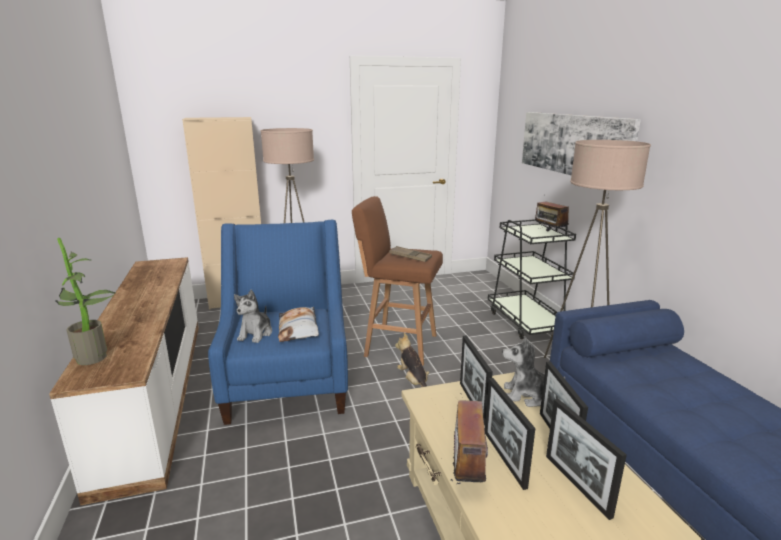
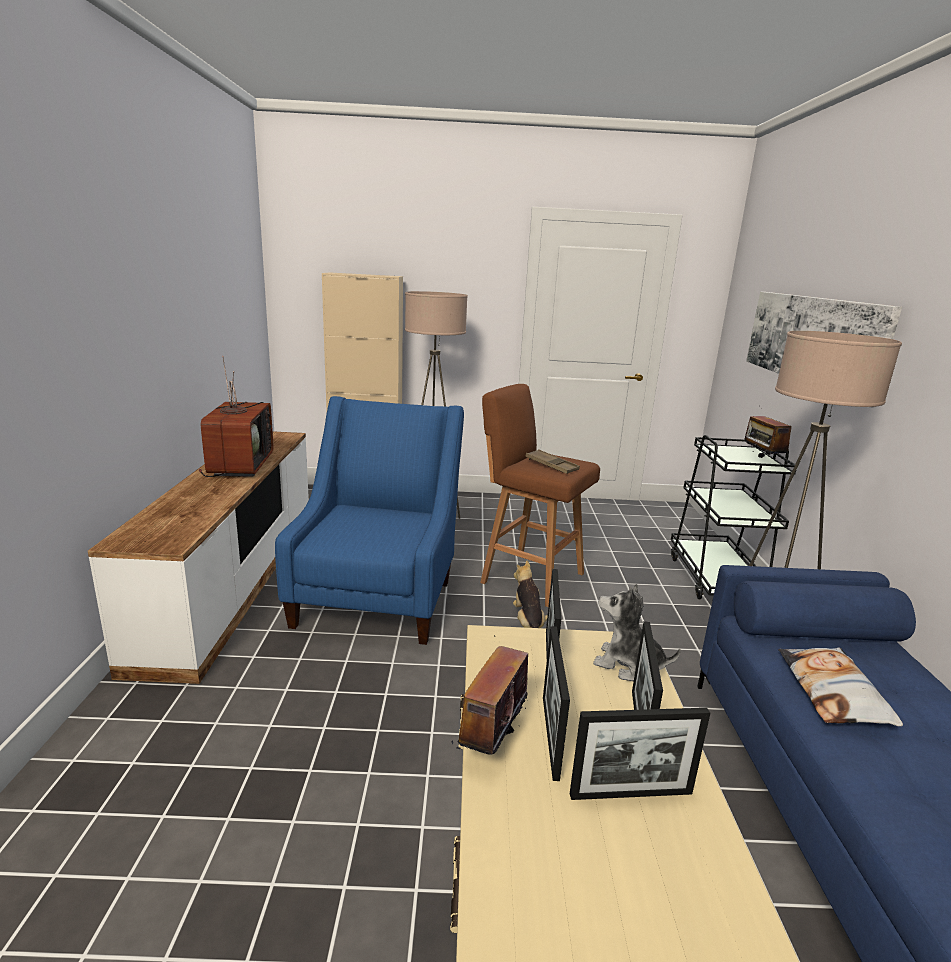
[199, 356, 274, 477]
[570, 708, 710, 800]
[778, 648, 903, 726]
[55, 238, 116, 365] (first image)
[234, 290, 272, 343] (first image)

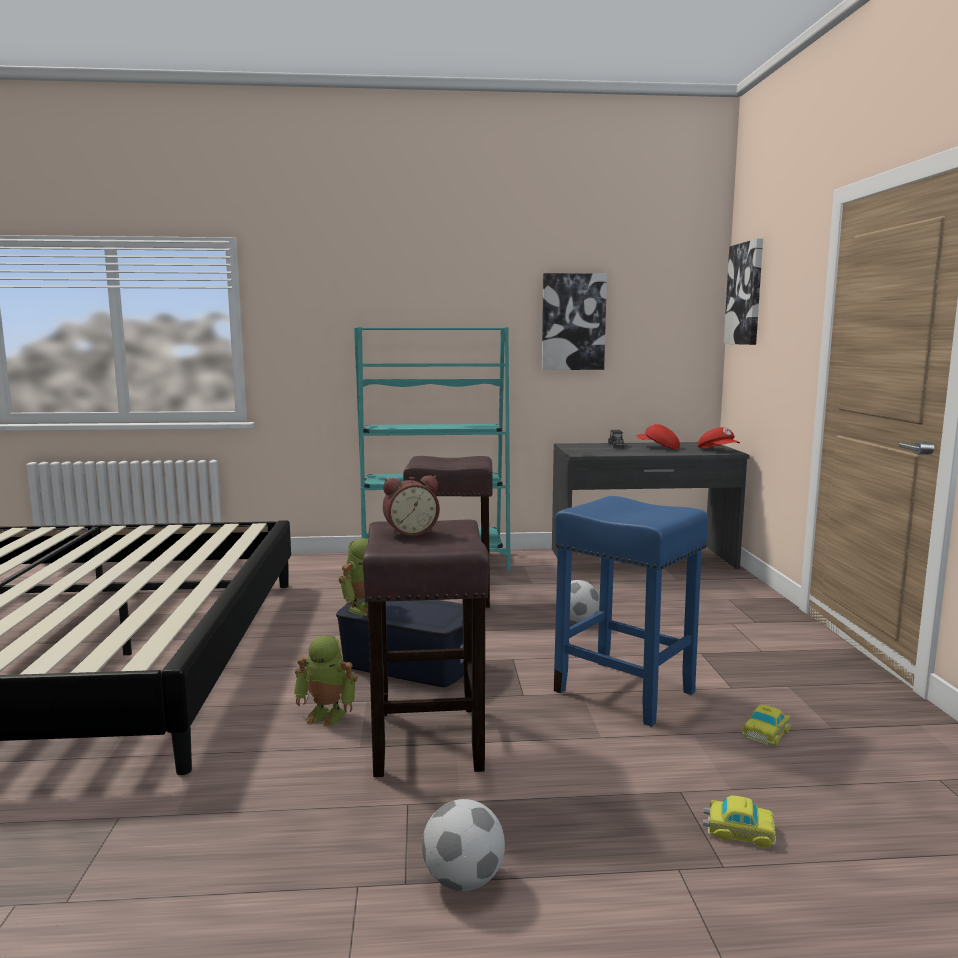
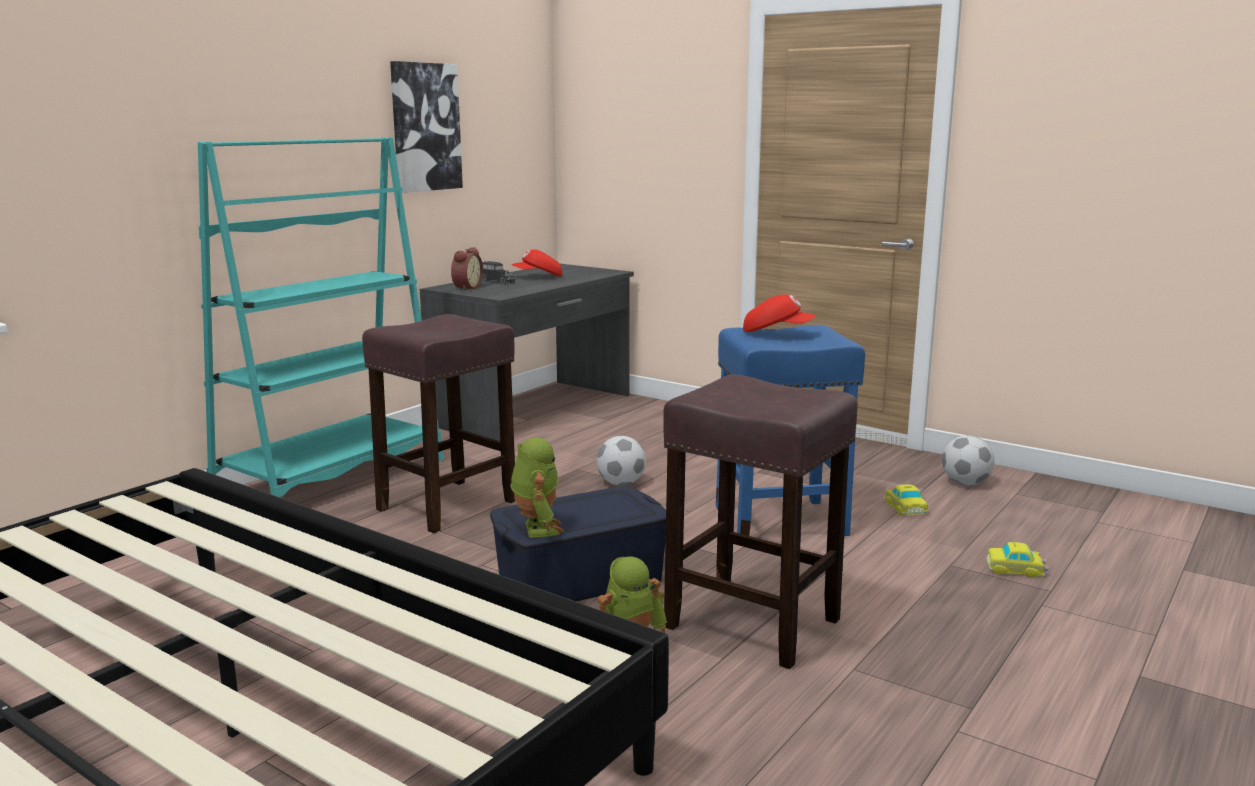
[451, 247, 483, 291]
[743, 294, 816, 332]
[942, 435, 995, 485]
[986, 542, 1049, 577]
[724, 239, 763, 345] (first image)

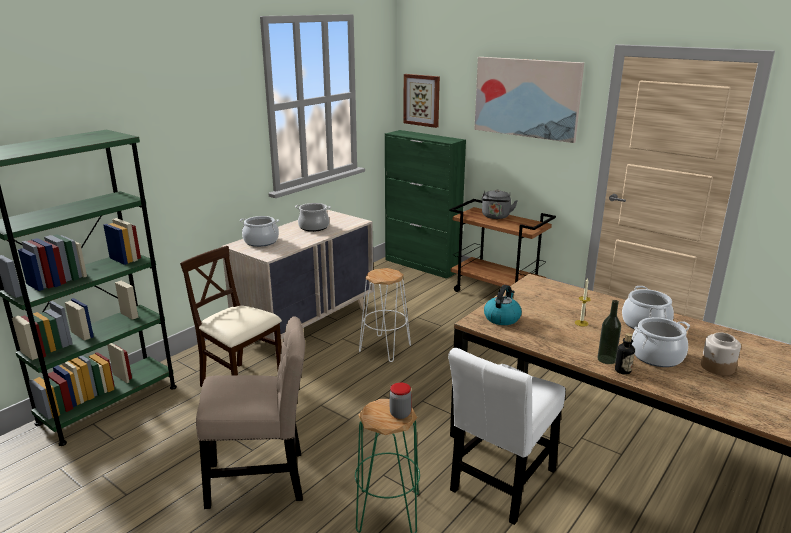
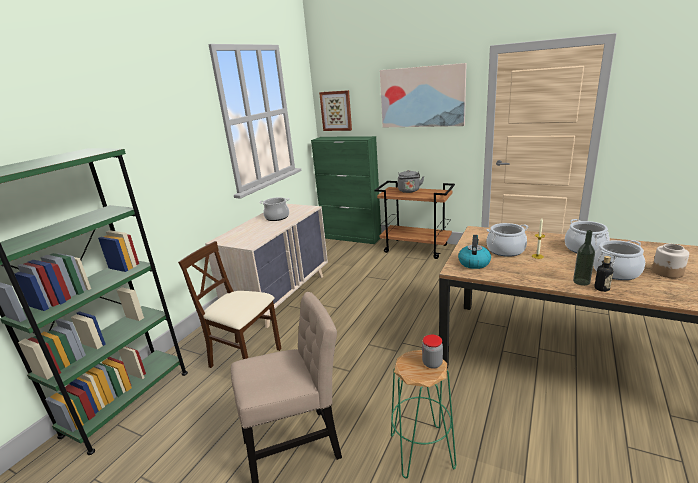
[486, 223, 529, 257]
[359, 268, 411, 362] (first image)
[448, 348, 565, 525] (first image)

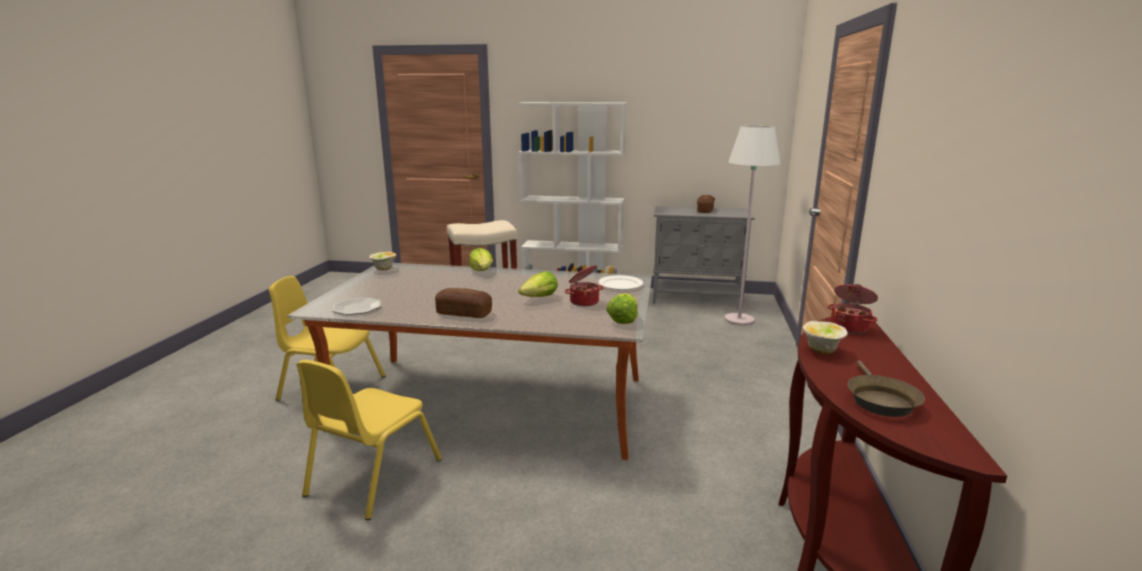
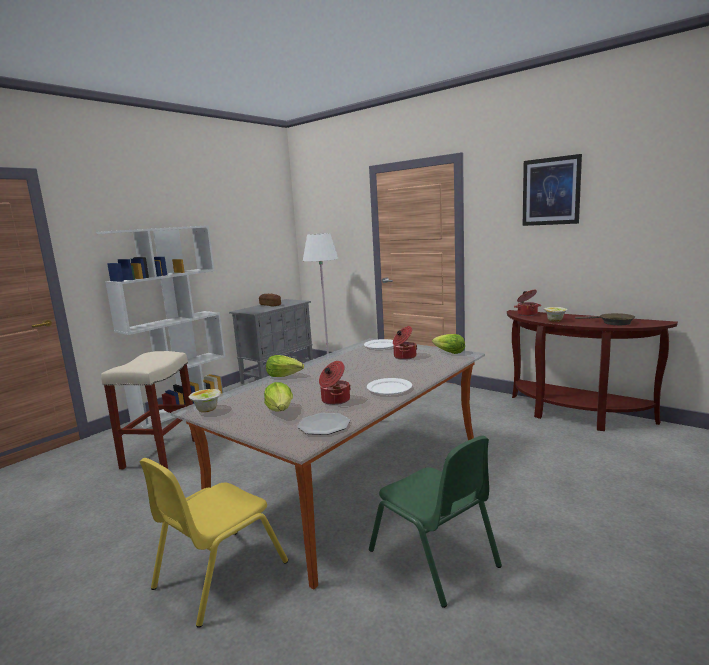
[264, 382, 293, 412]
[319, 361, 351, 405]
[367, 378, 412, 395]
[369, 436, 502, 608]
[523, 154, 582, 226]

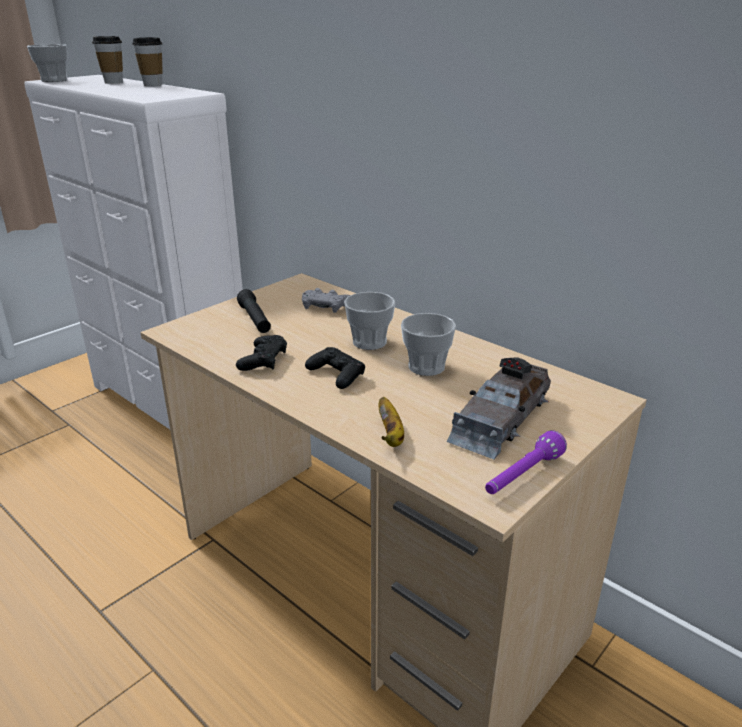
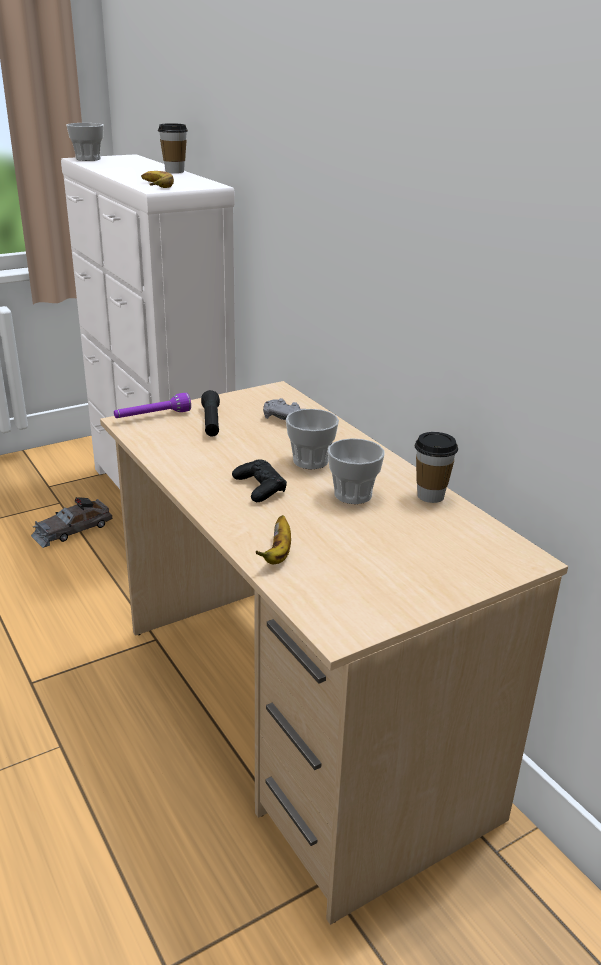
[31, 497, 112, 548]
[114, 393, 191, 418]
[141, 171, 174, 188]
[415, 432, 458, 503]
[236, 335, 287, 371] (first image)

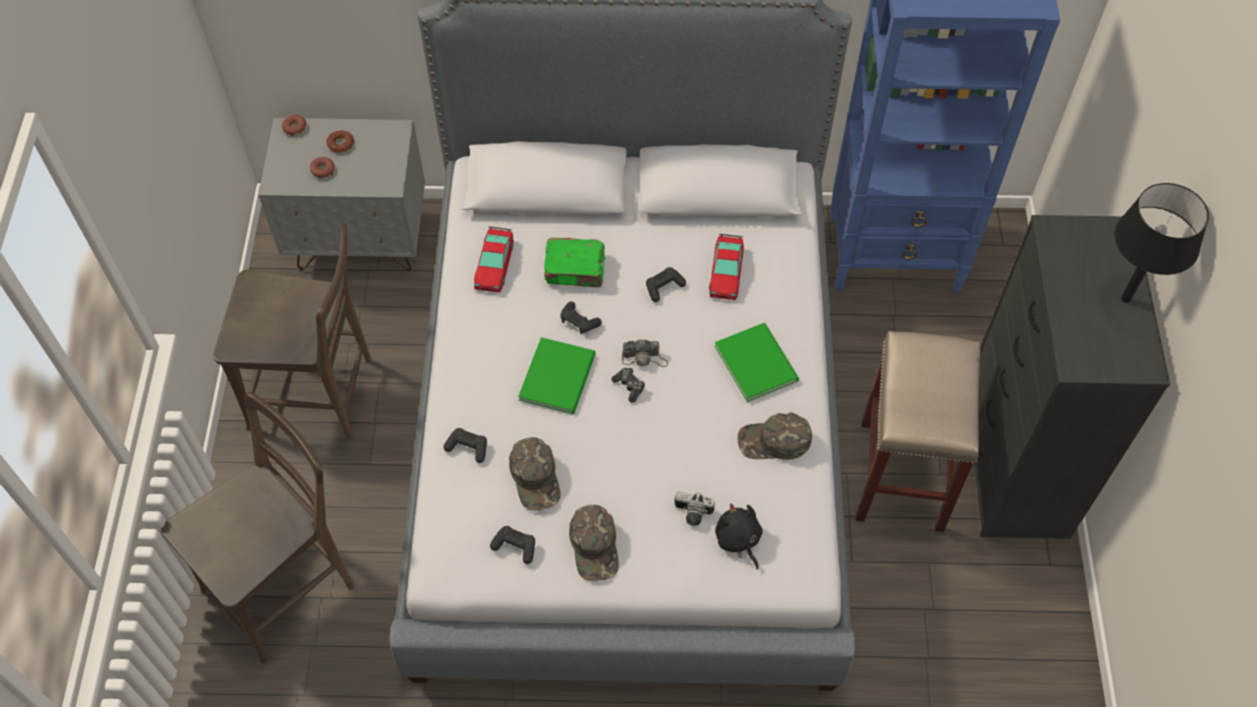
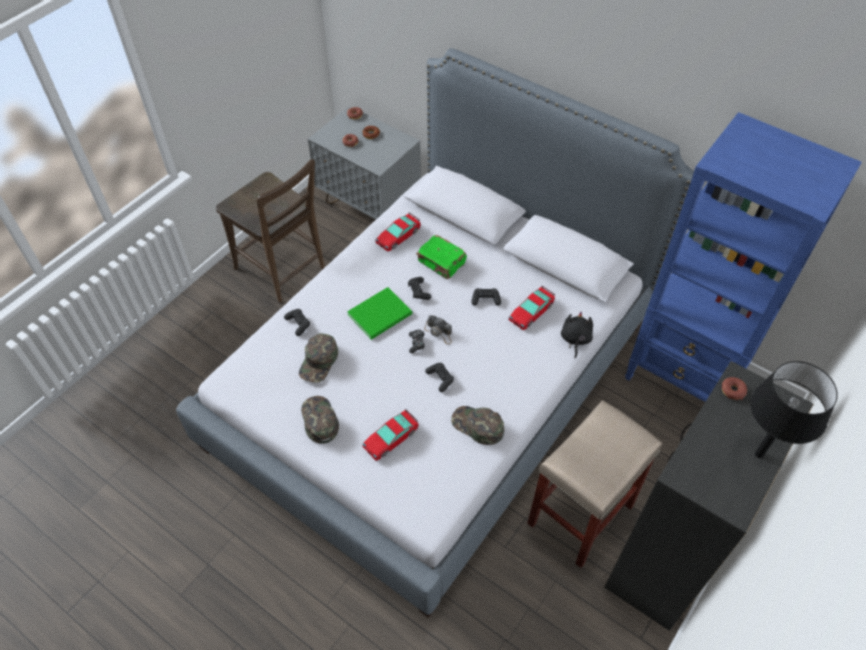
[301, 396, 339, 444]
[362, 409, 419, 461]
[425, 363, 454, 392]
[561, 312, 593, 358]
[722, 377, 747, 400]
[161, 392, 355, 664] (first image)
[714, 323, 799, 402] (first image)

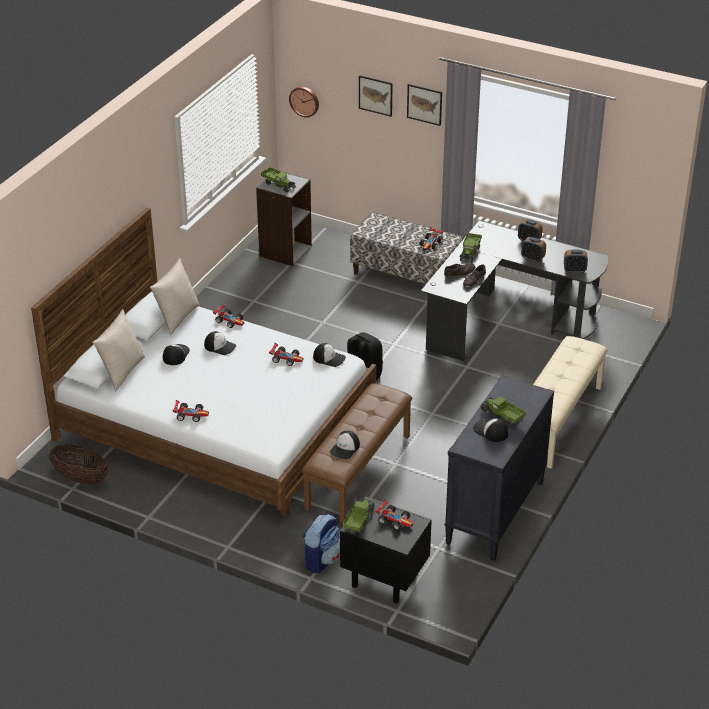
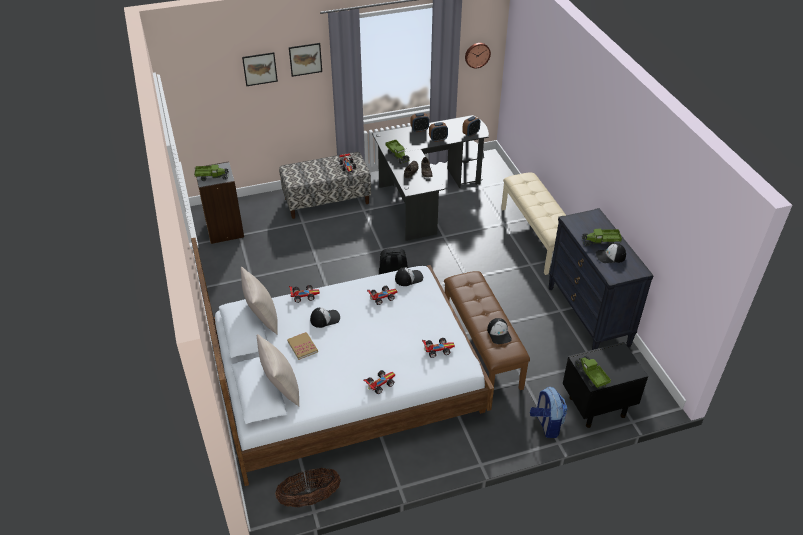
[287, 332, 318, 360]
[422, 338, 455, 358]
[465, 43, 491, 68]

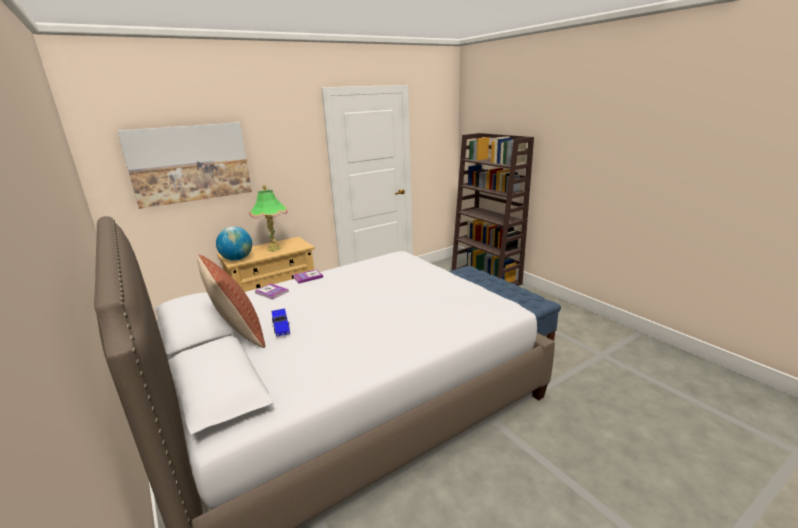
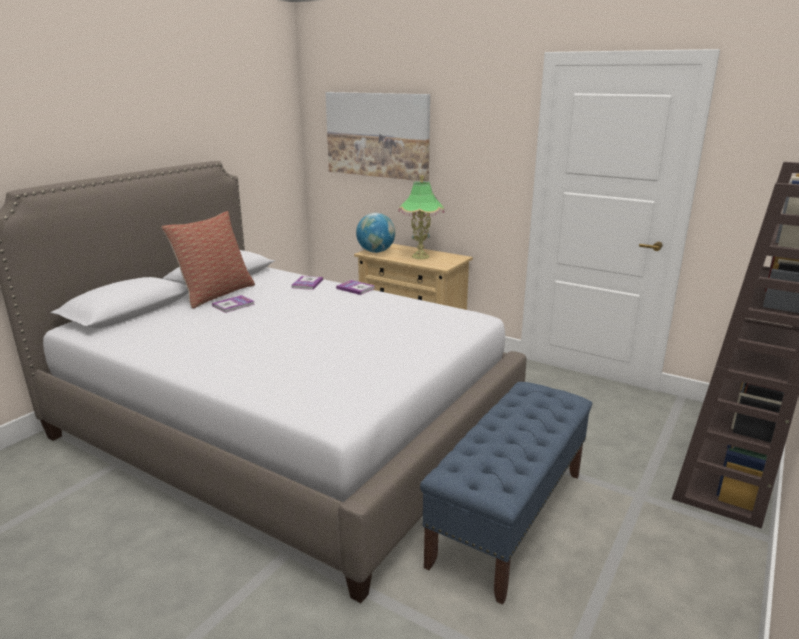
[212, 295, 255, 313]

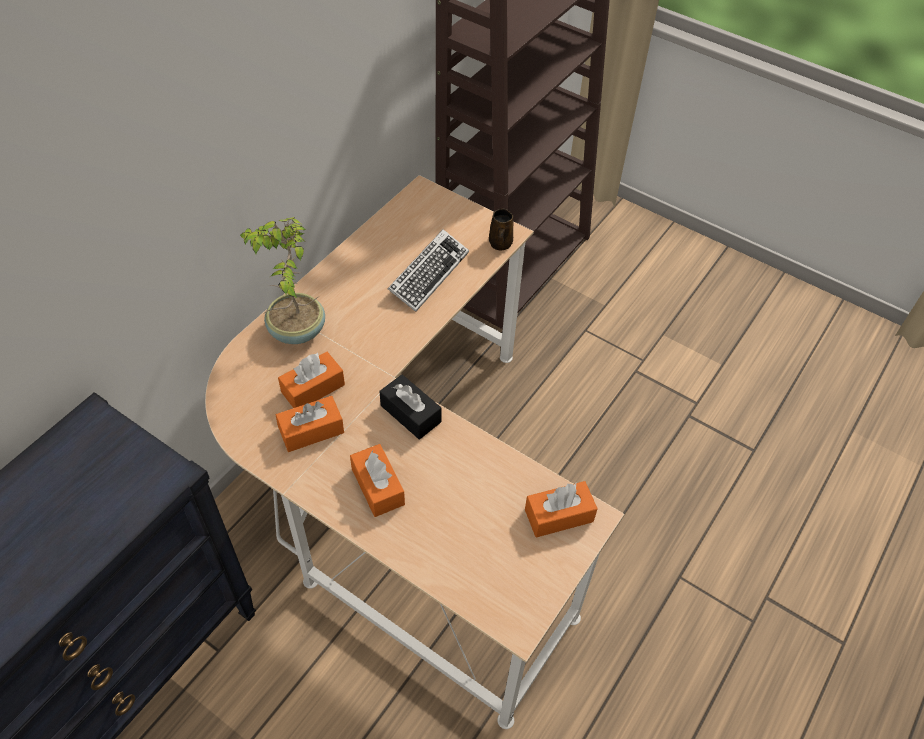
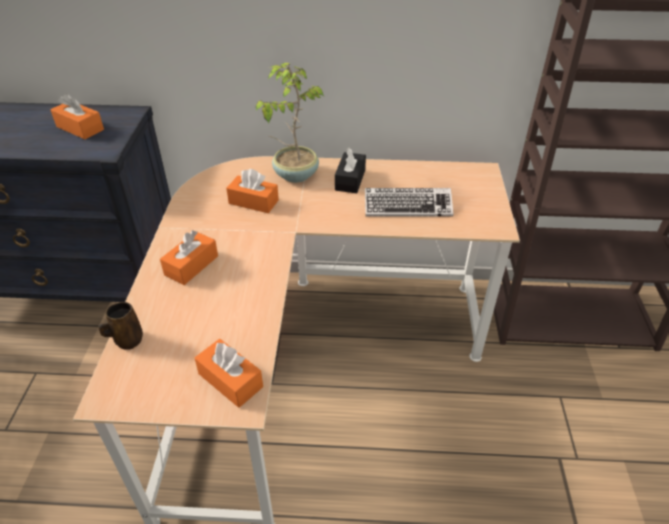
[51, 93, 104, 139]
[98, 302, 143, 350]
[335, 148, 366, 193]

